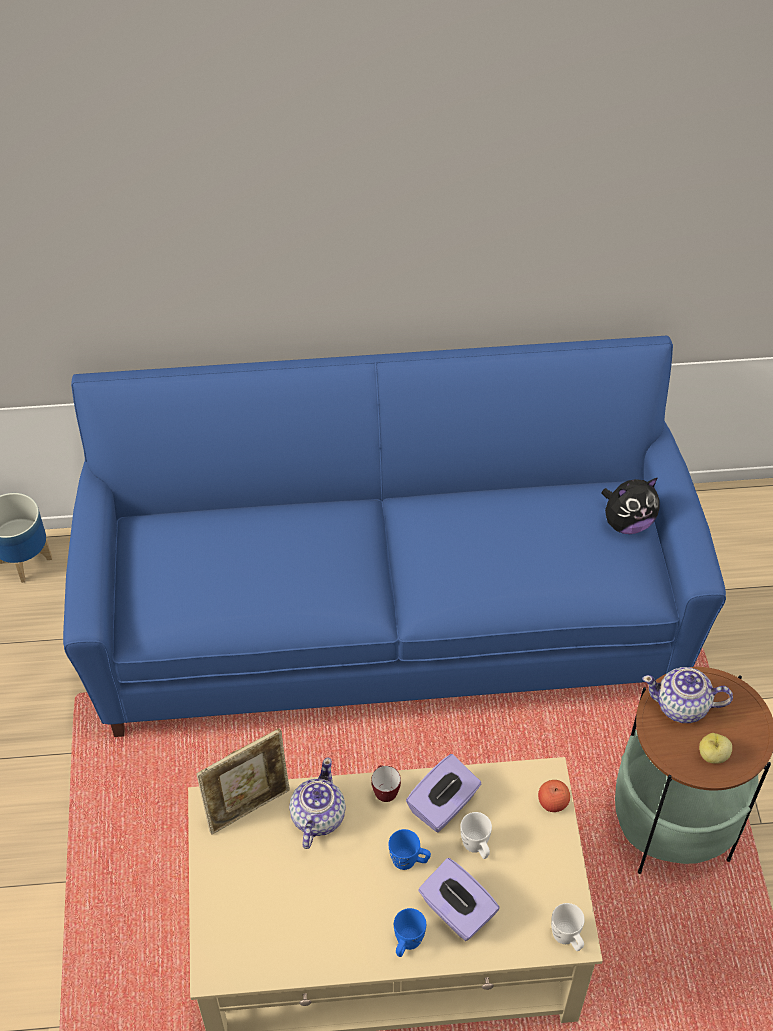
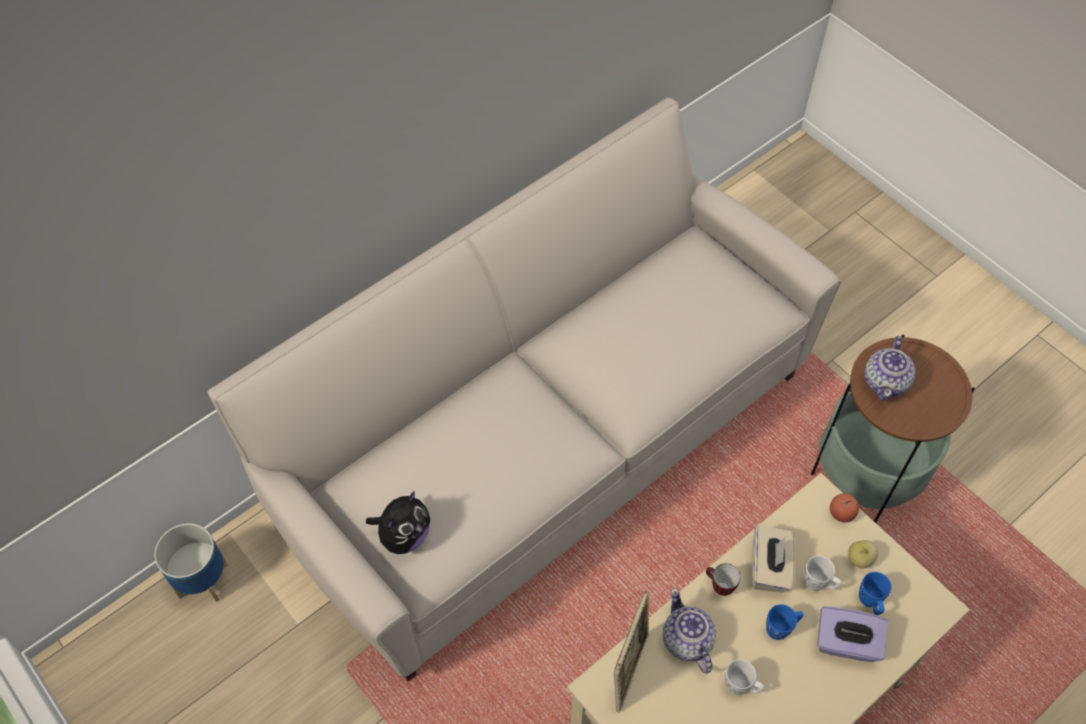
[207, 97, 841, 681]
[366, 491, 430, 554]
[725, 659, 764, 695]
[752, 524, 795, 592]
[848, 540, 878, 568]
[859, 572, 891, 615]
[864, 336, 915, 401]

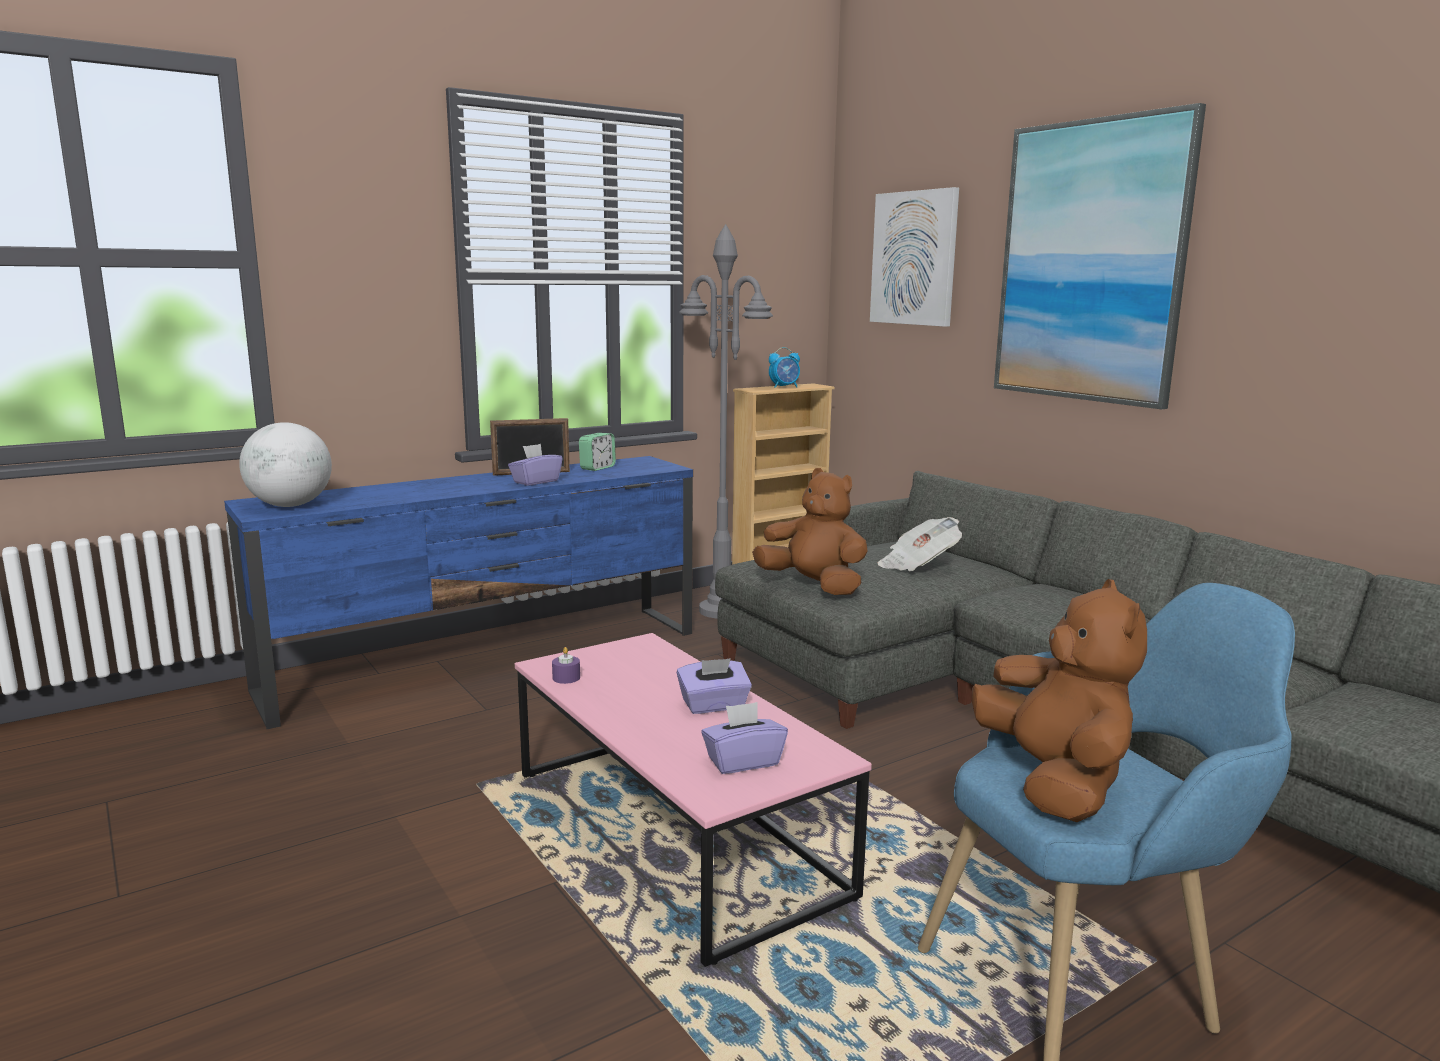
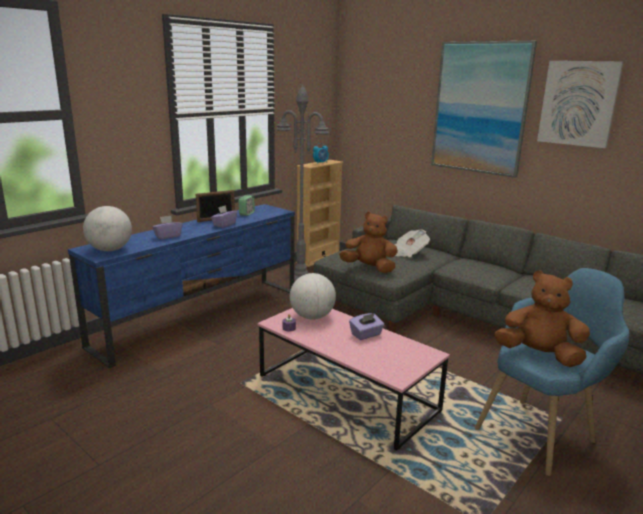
[152, 216, 183, 239]
[290, 273, 336, 320]
[494, 271, 590, 367]
[537, 61, 624, 148]

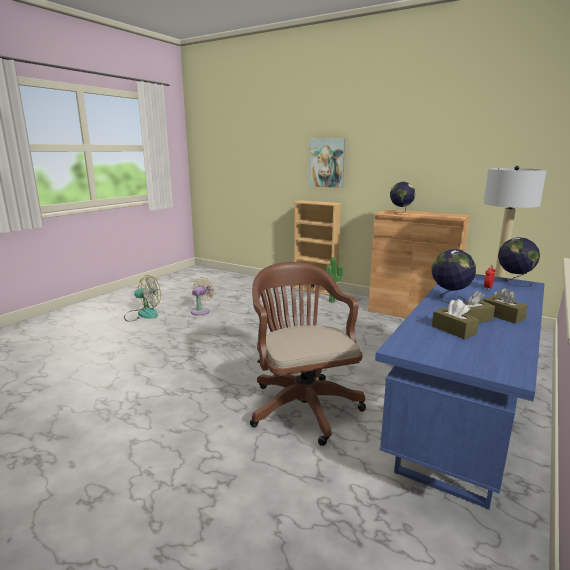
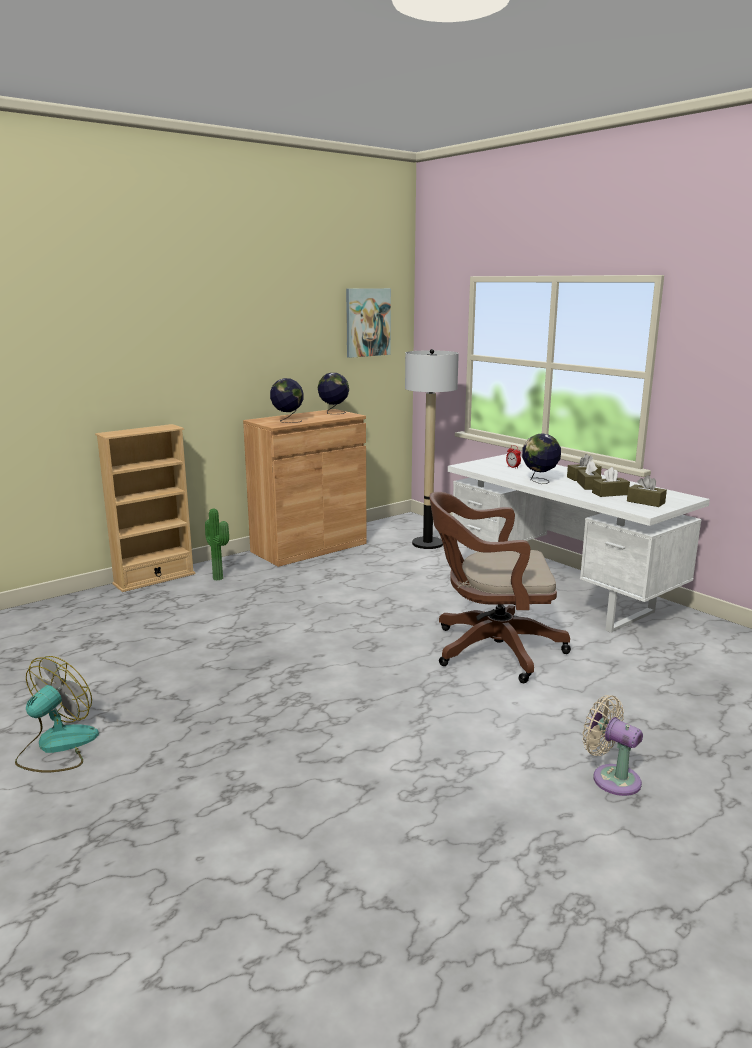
[318, 373, 349, 414]
[346, 288, 391, 358]
[448, 454, 710, 633]
[583, 695, 643, 796]
[627, 475, 667, 507]

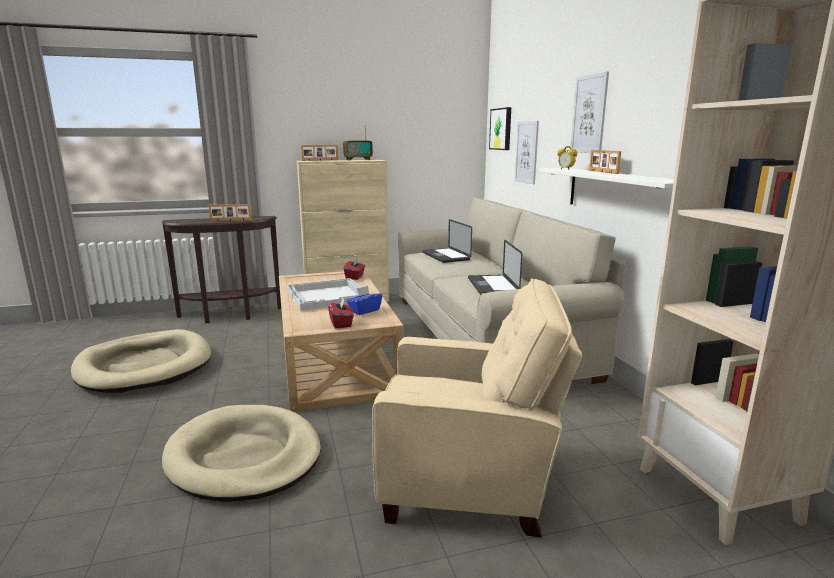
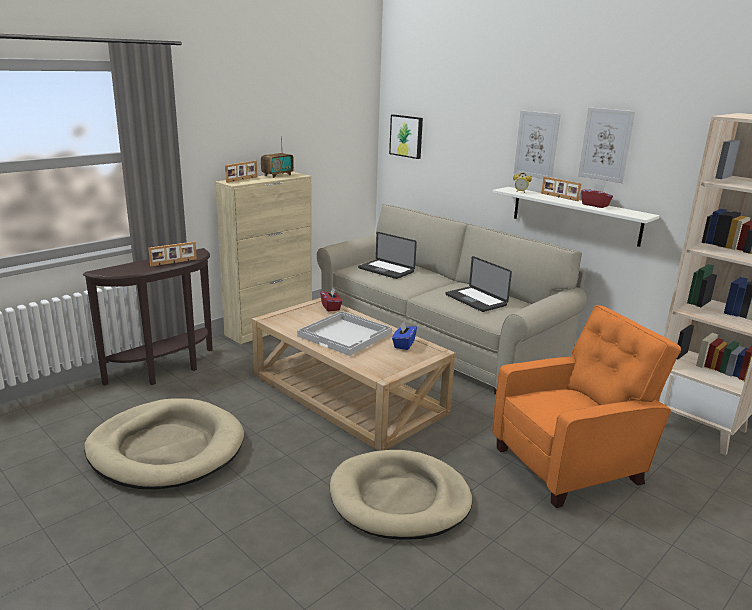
[492, 305, 681, 508]
[578, 107, 635, 183]
[581, 183, 613, 208]

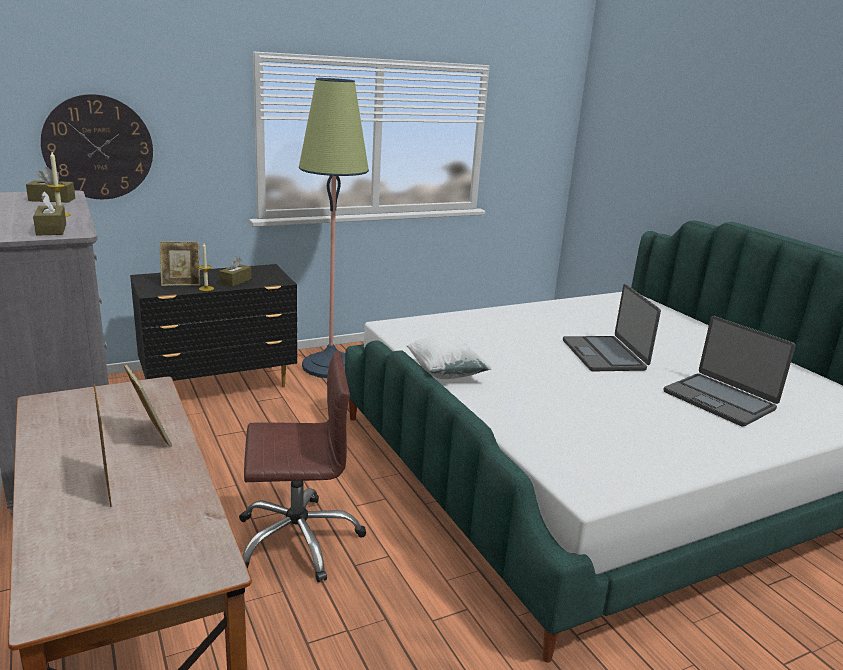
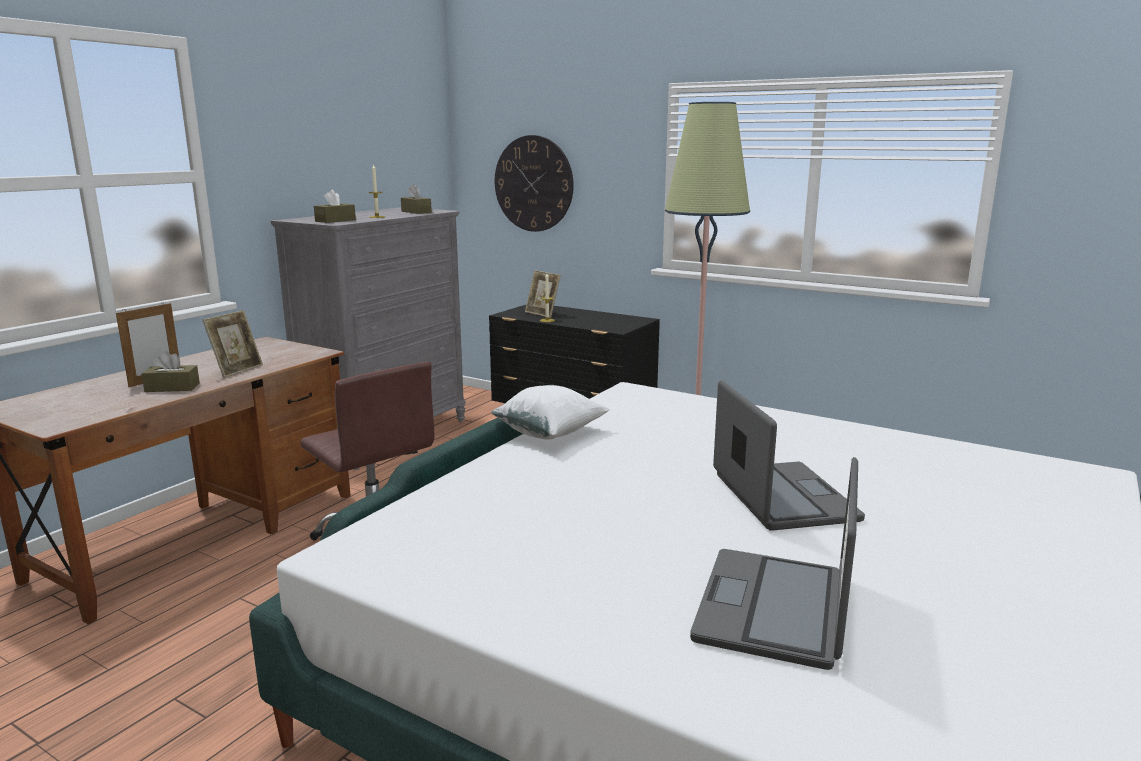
[141, 351, 200, 392]
[713, 380, 865, 531]

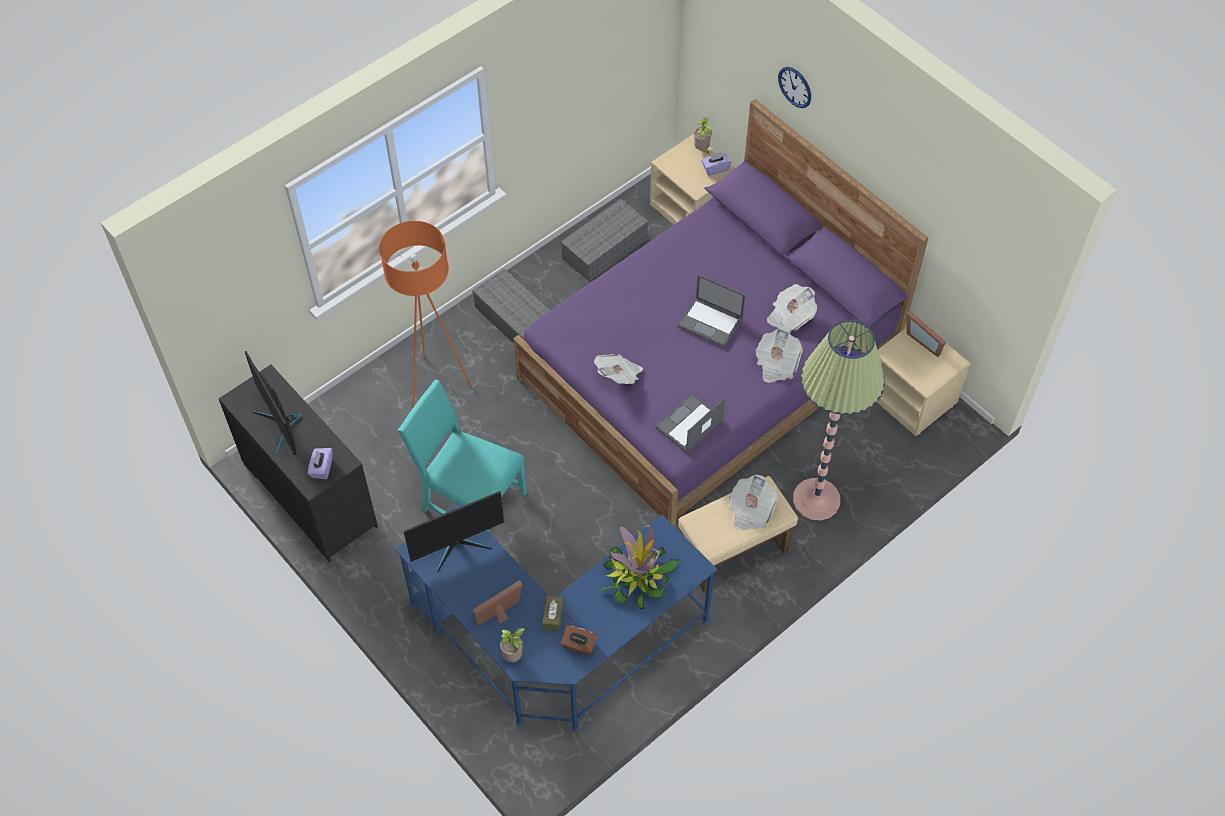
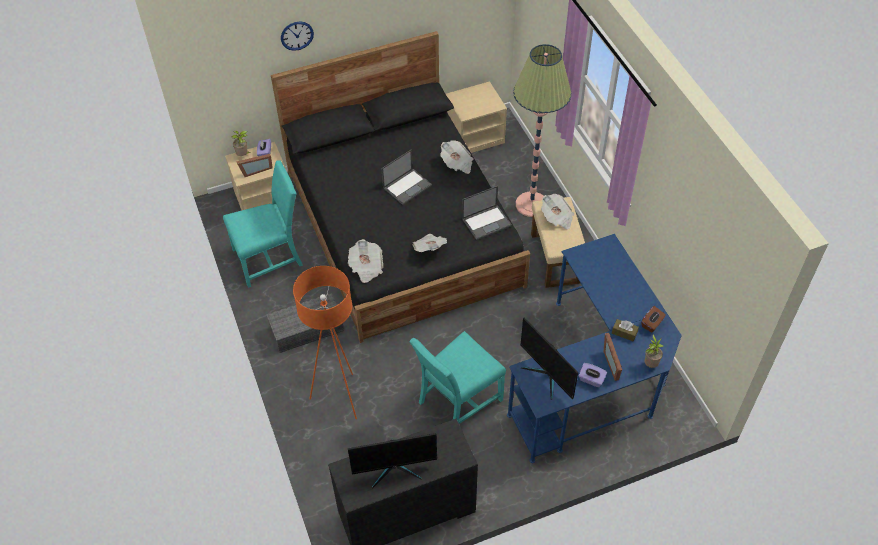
[223, 160, 303, 288]
[236, 154, 273, 177]
[271, 31, 530, 343]
[348, 239, 383, 283]
[462, 186, 512, 240]
[520, 318, 578, 400]
[578, 363, 607, 388]
[599, 525, 679, 610] (first image)

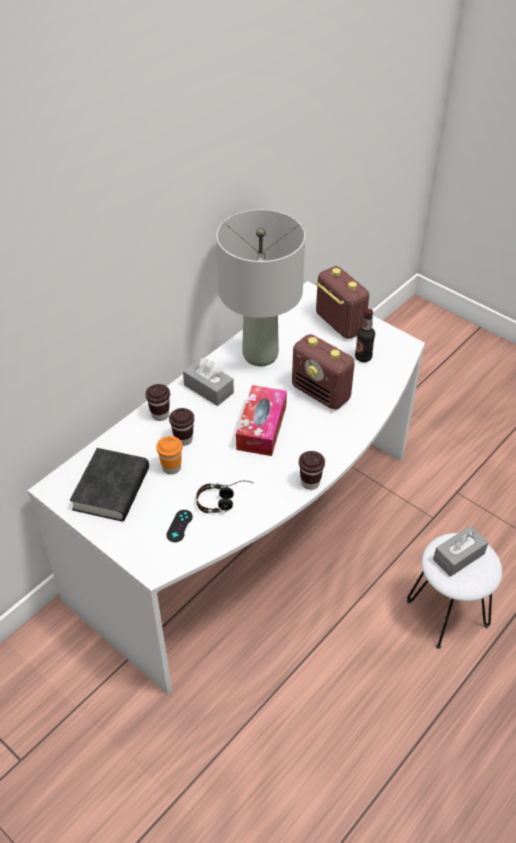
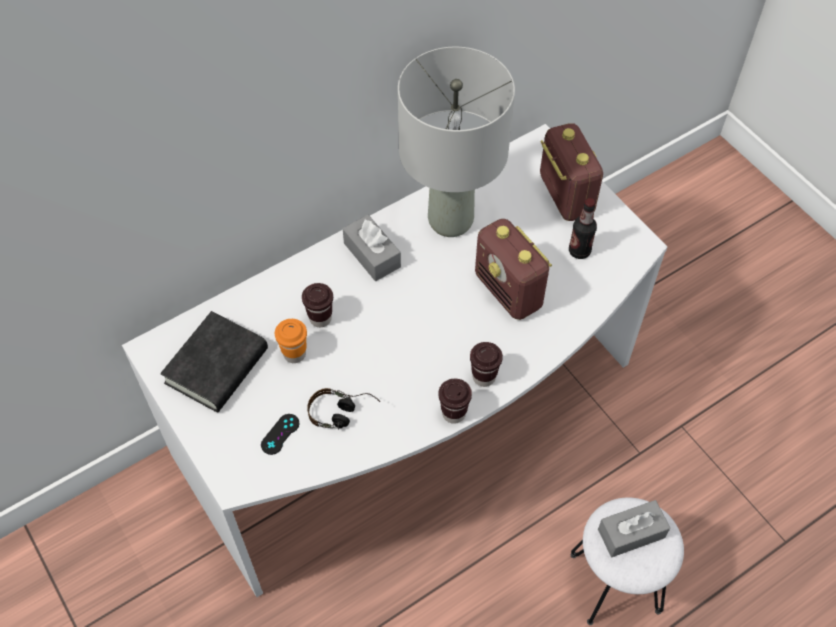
[470, 342, 503, 387]
[236, 385, 287, 456] (first image)

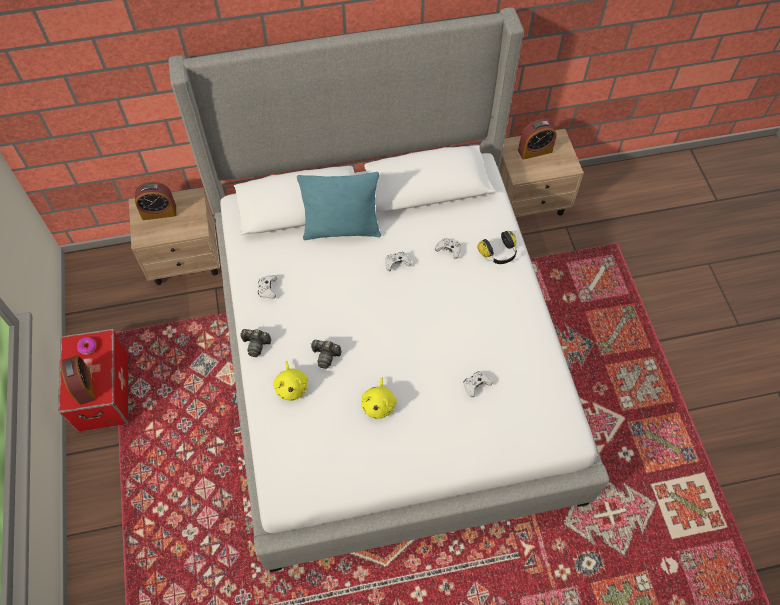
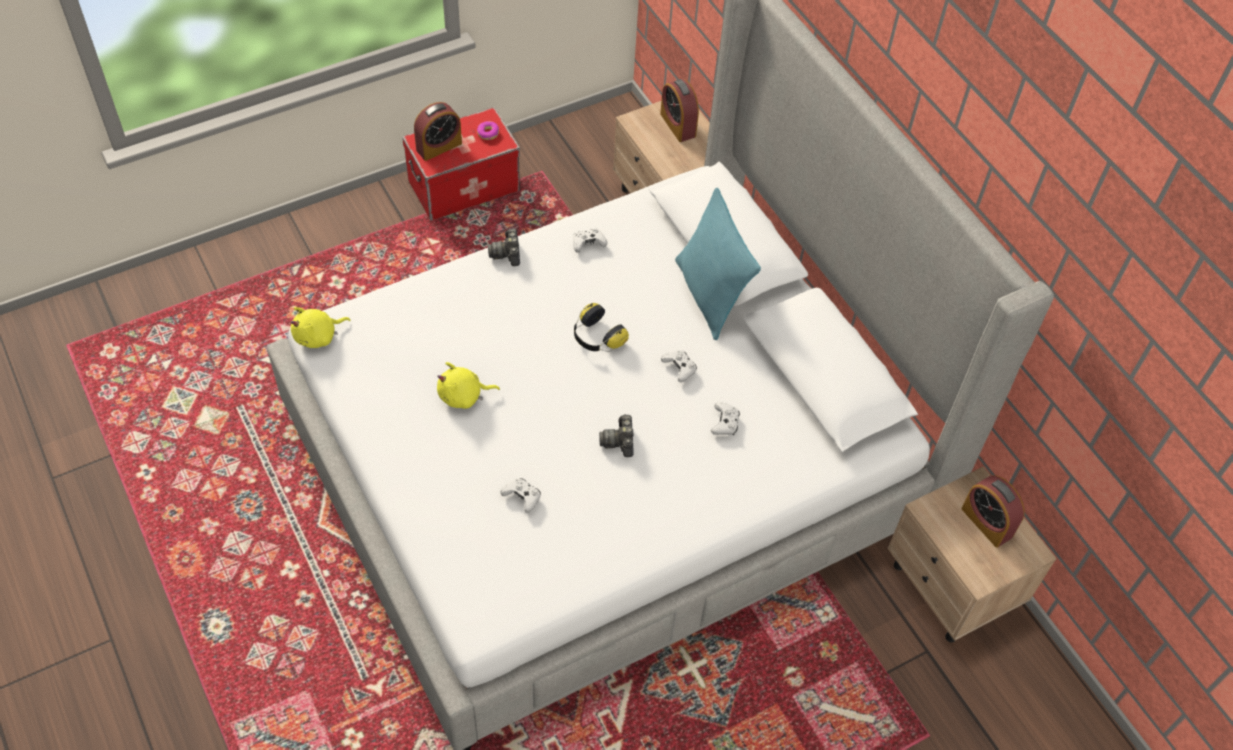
[291, 307, 350, 348]
[574, 303, 629, 352]
[599, 414, 634, 457]

